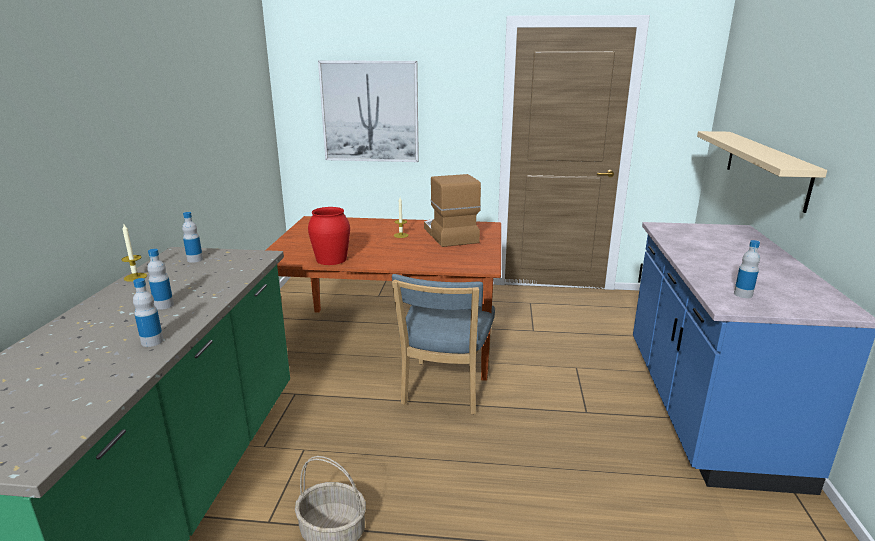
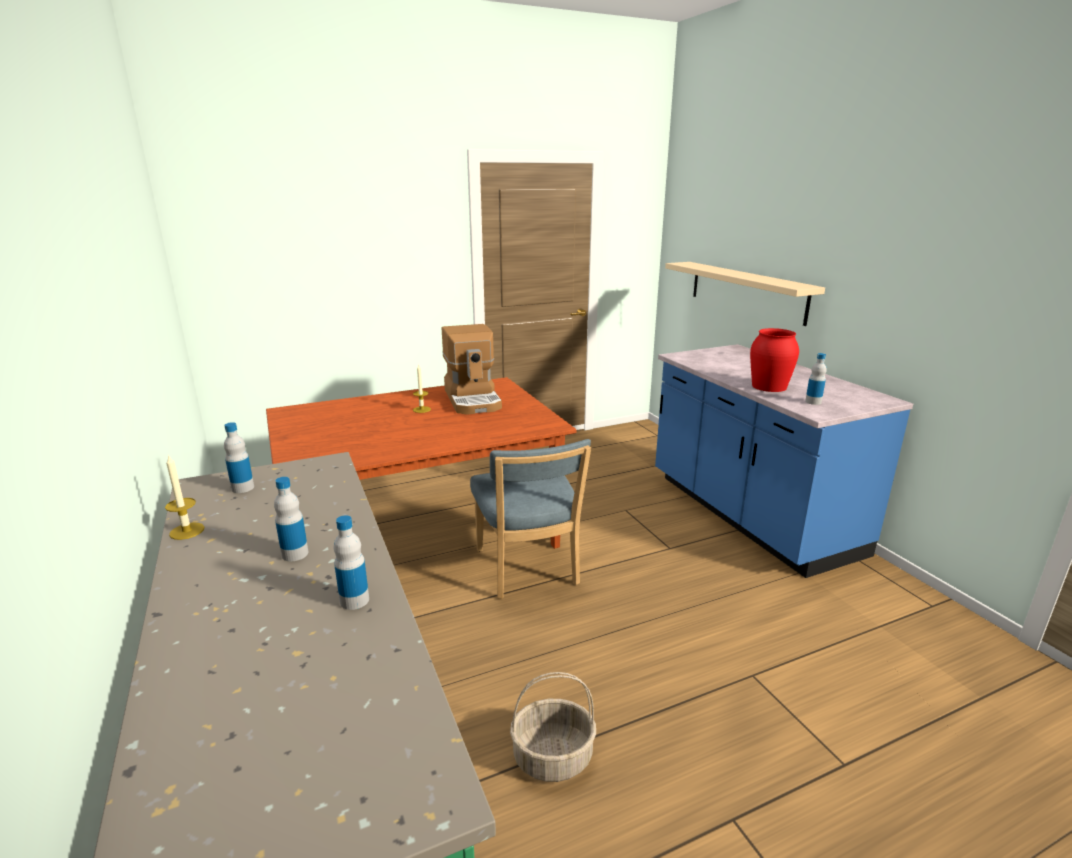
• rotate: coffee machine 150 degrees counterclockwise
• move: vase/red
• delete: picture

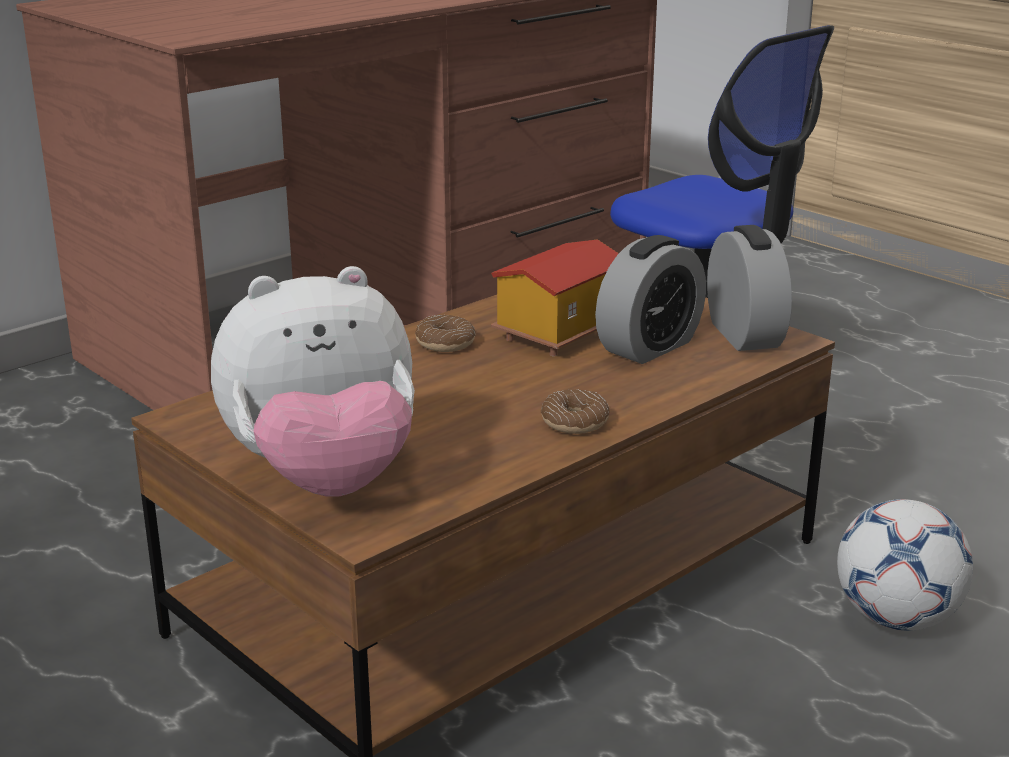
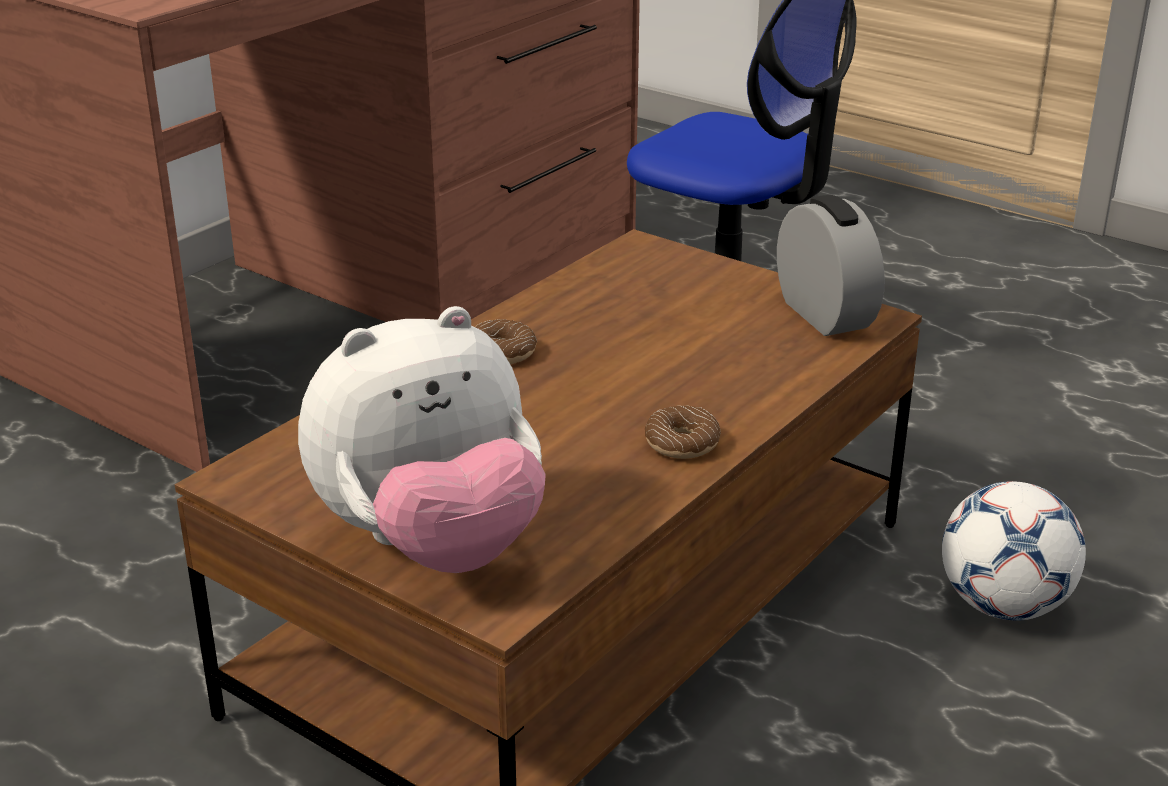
• delete: toy house
• delete: alarm clock (1st from left)

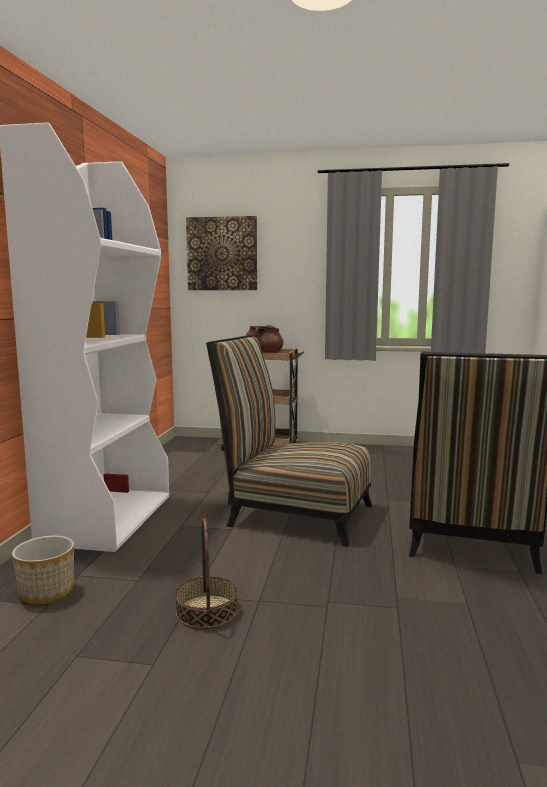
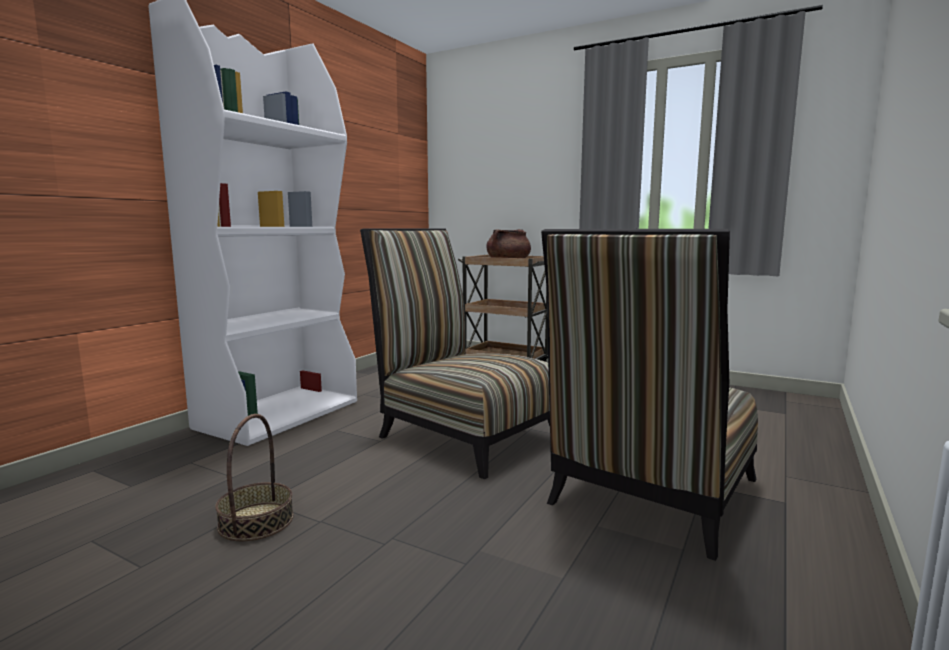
• delete: planter
• delete: picture

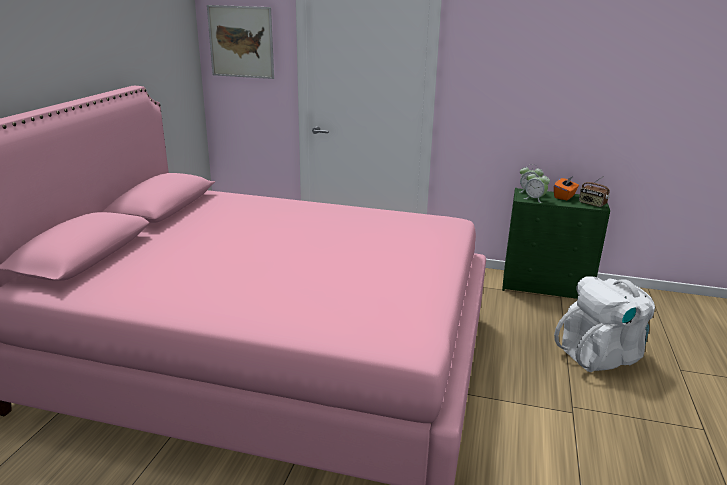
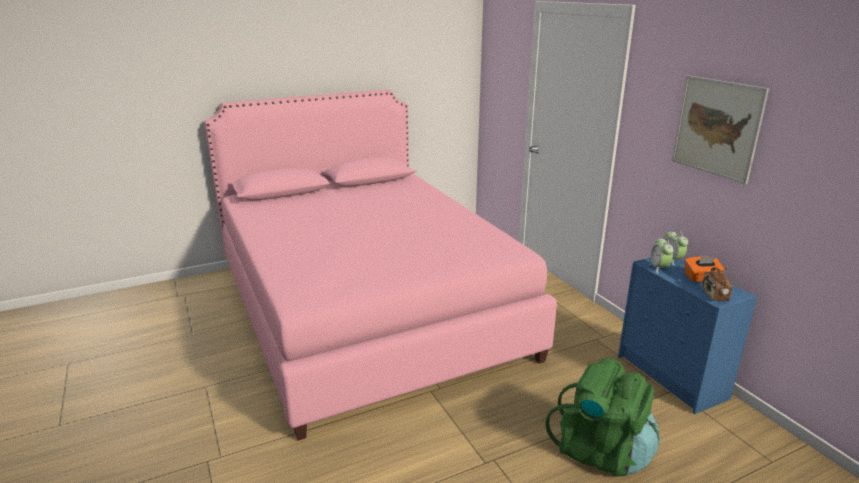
• recolor: backpack/white to backpack/green
• recolor: dresser/green to dresser/blue
• move: picture

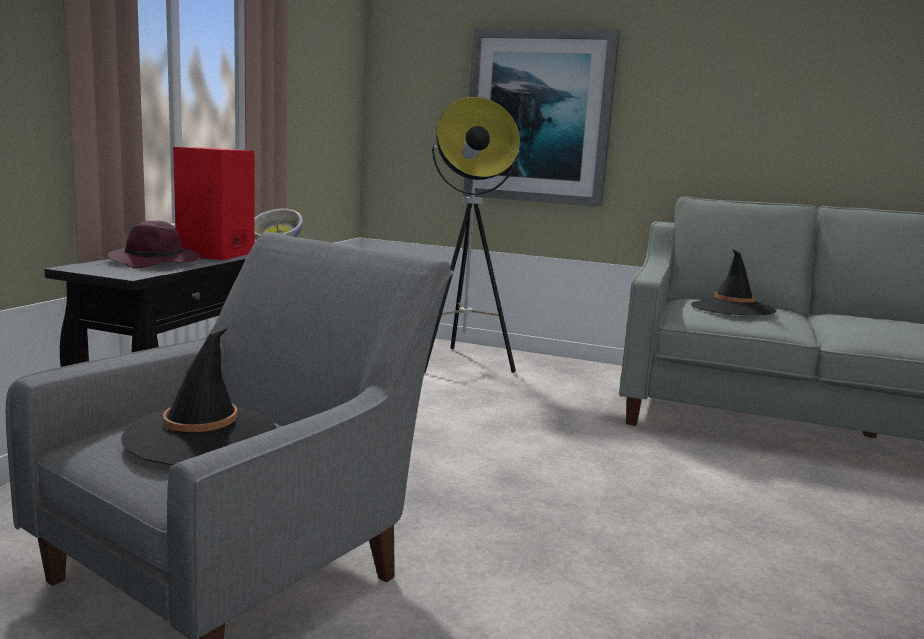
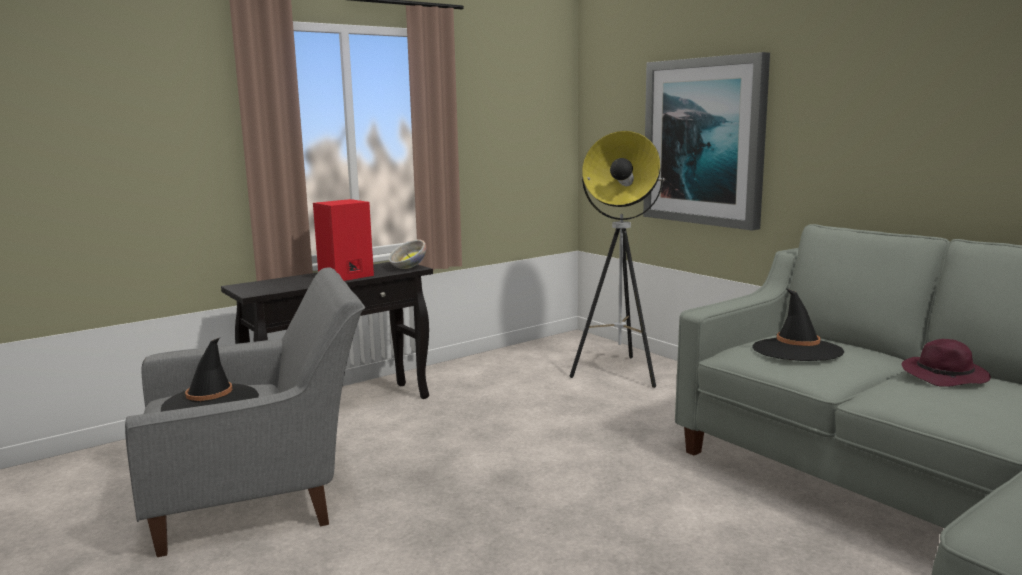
• move: hat/purple

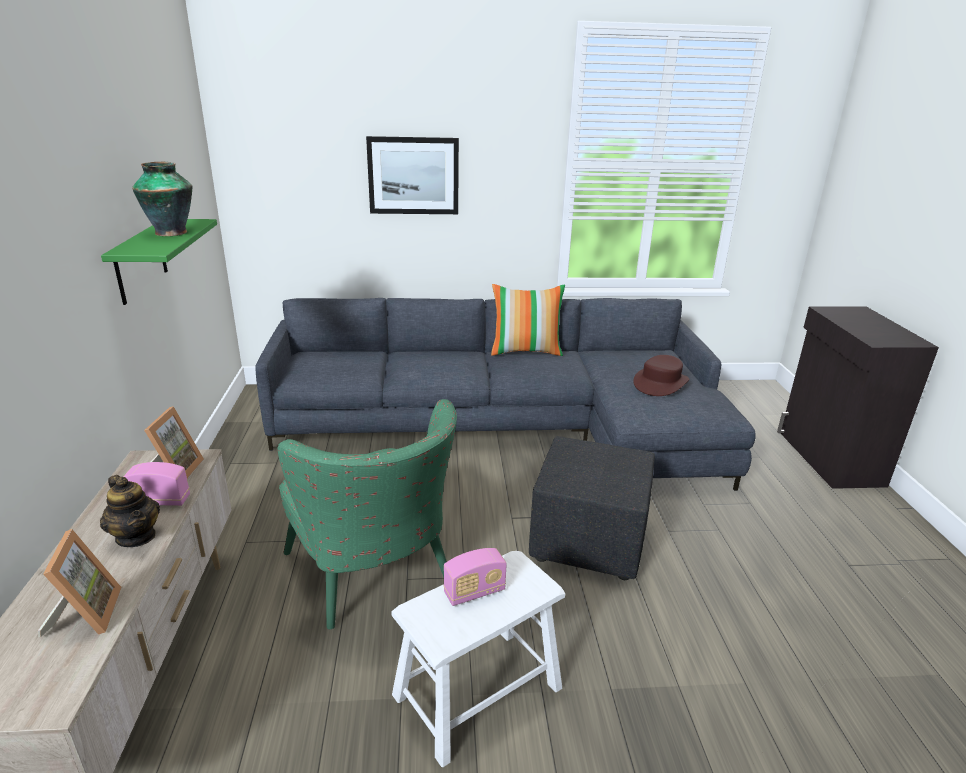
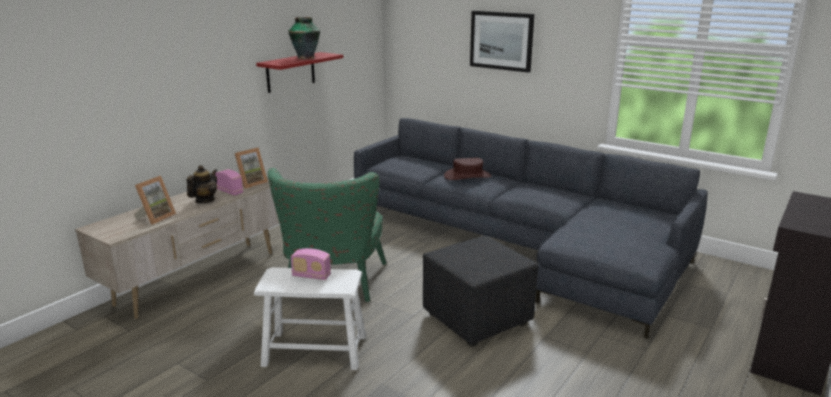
• rotate: teapot 150 degrees counterclockwise
• recolor: shelf/green to shelf/red
• move: hat/brown
• delete: pillow

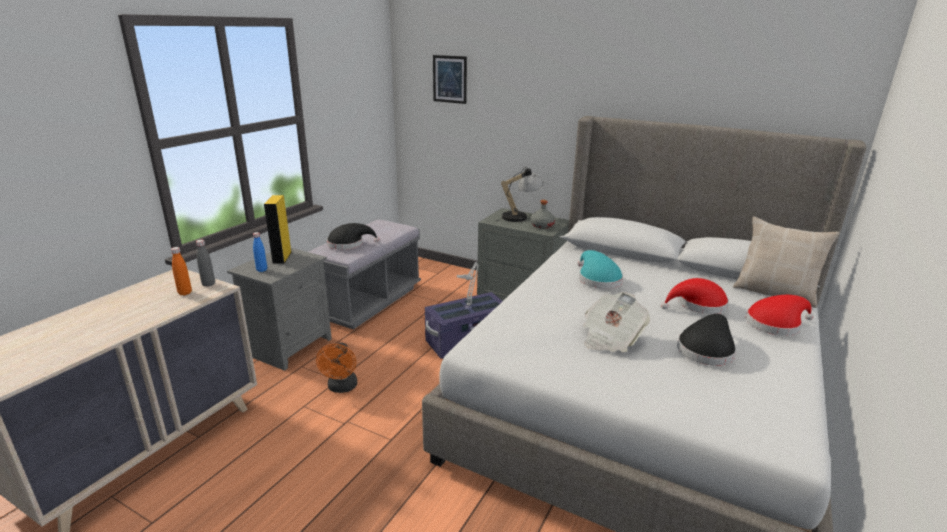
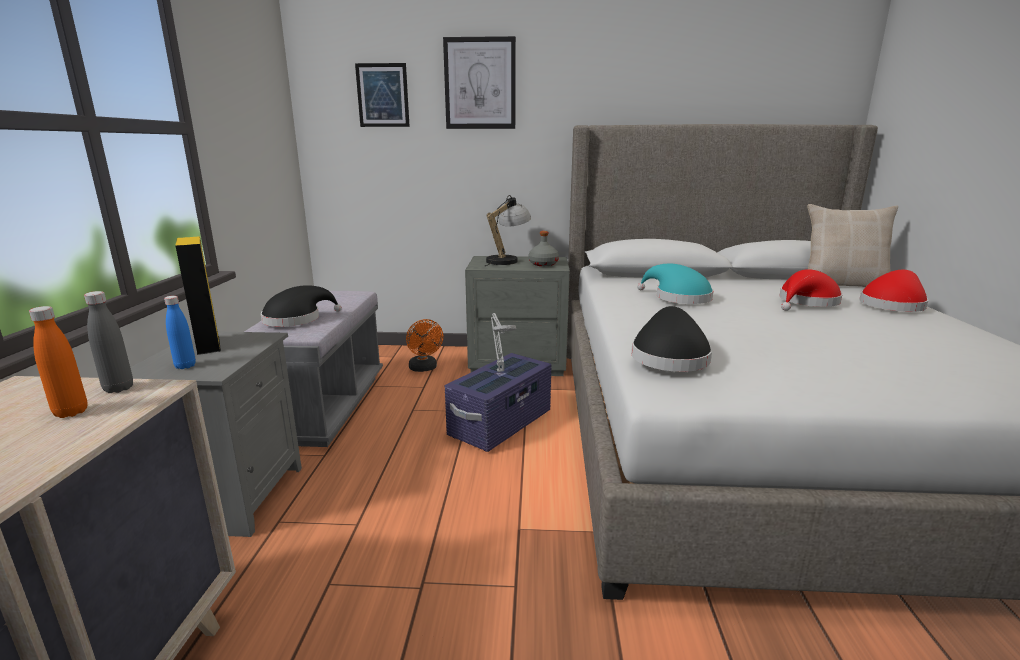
• move: fan/orange
• insert: picture (2nd from left)
• move: hat/black (2nd from left)
• delete: newspaper

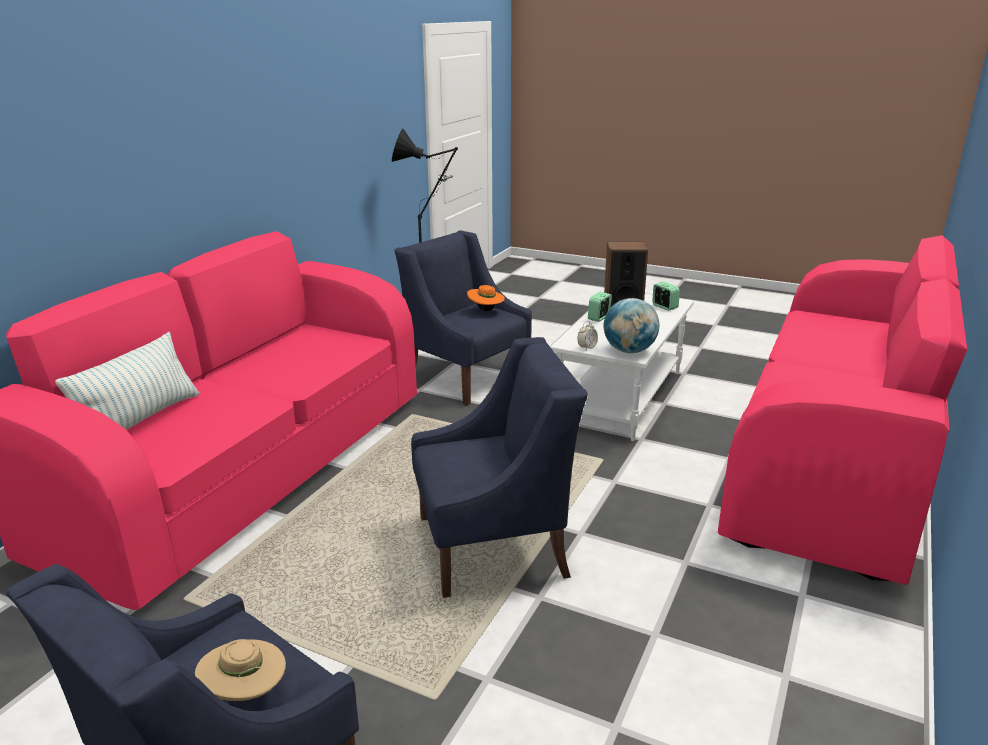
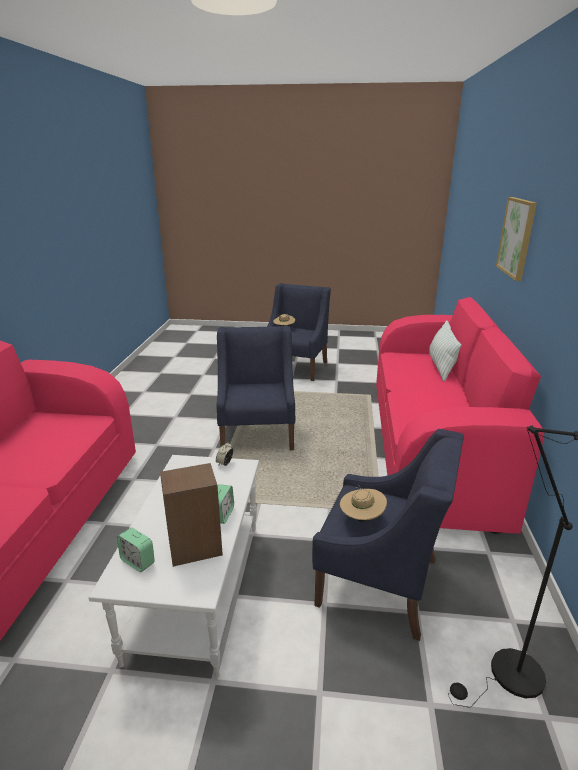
• rotate: armchair/blue (3rd from left in the first image) 120 degrees clockwise
• recolor: hat/orange to hat/beige (2nd from left)
• insert: picture
• delete: globe

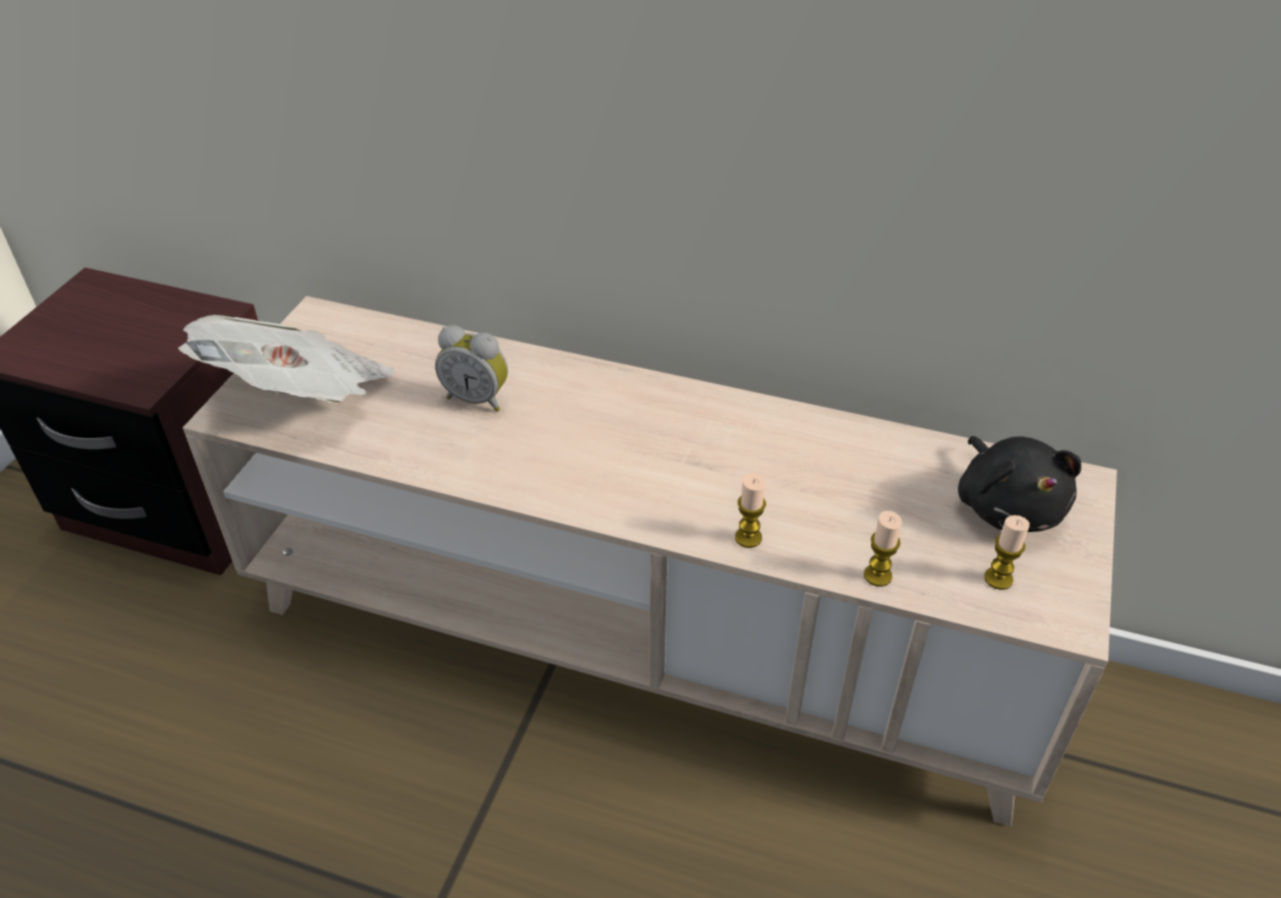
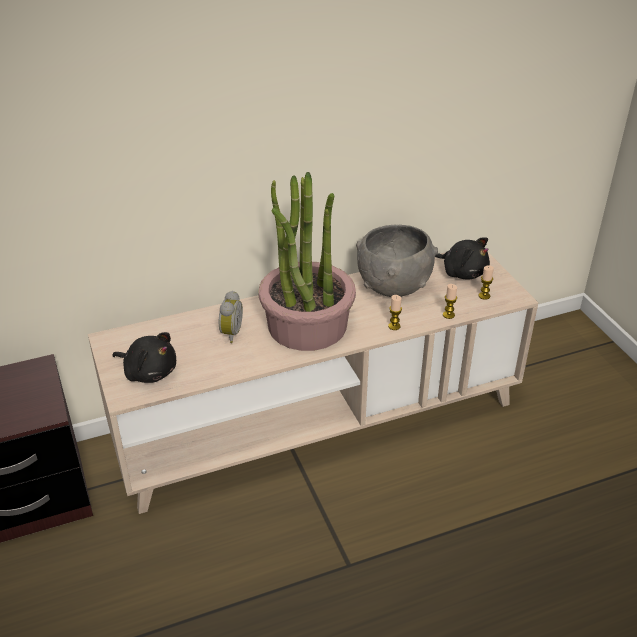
• replace: newspaper to plush toy/black (1st from left)
• rotate: alarm clock 60 degrees counterclockwise
• insert: potted plant
• insert: bowl/grey

